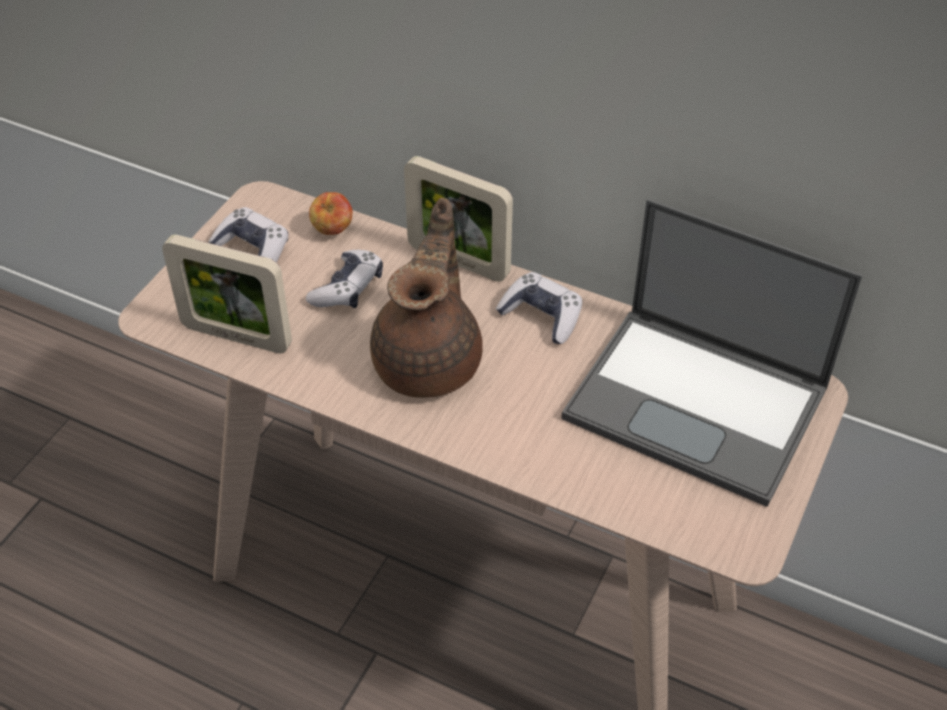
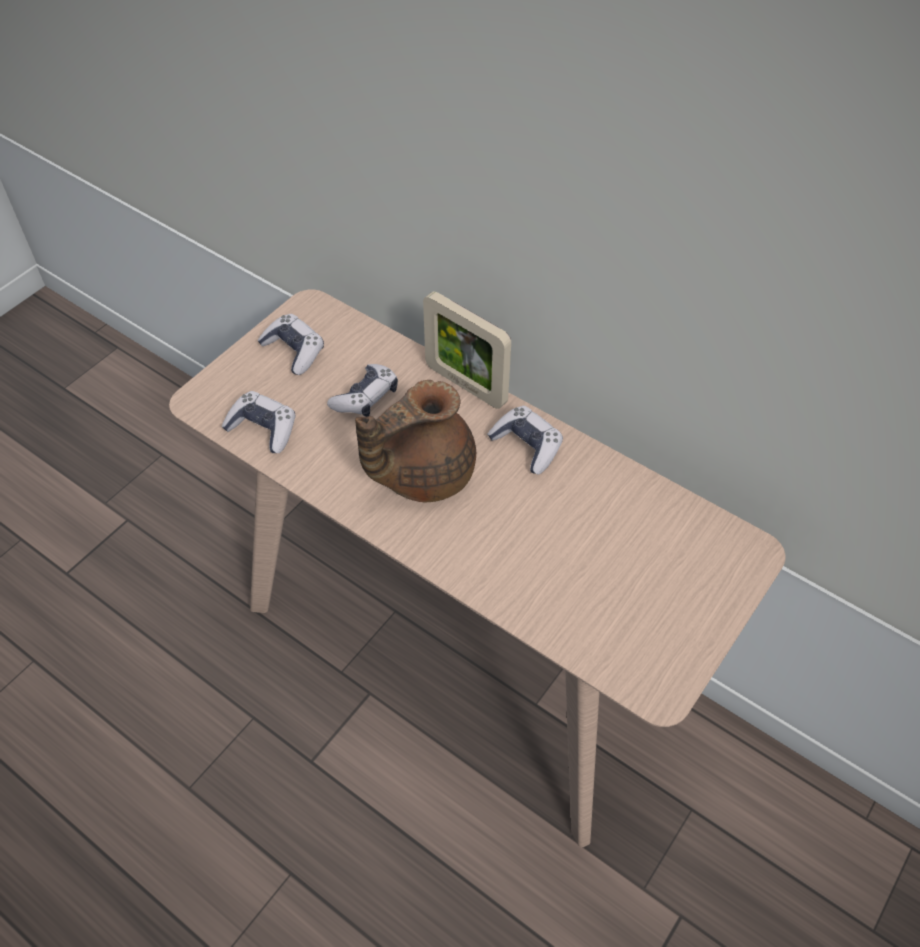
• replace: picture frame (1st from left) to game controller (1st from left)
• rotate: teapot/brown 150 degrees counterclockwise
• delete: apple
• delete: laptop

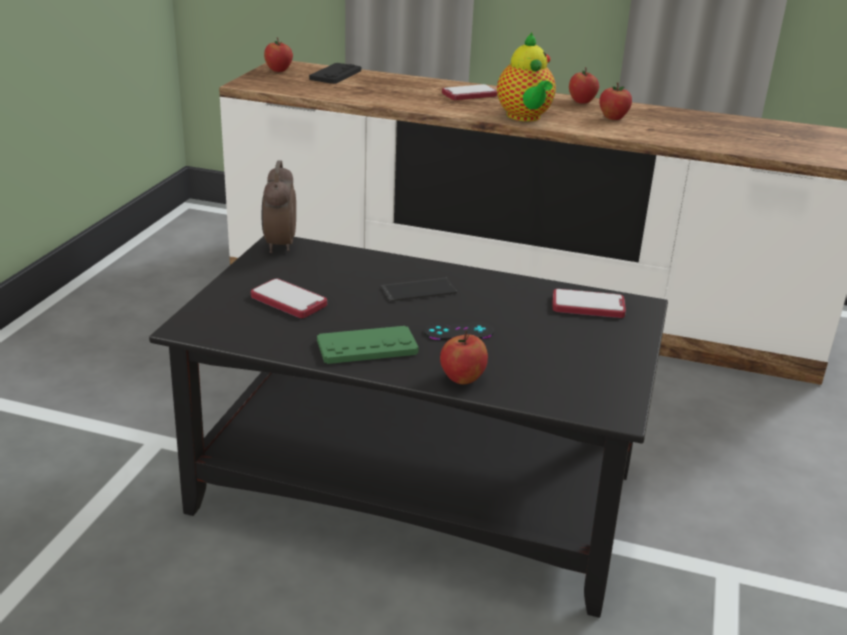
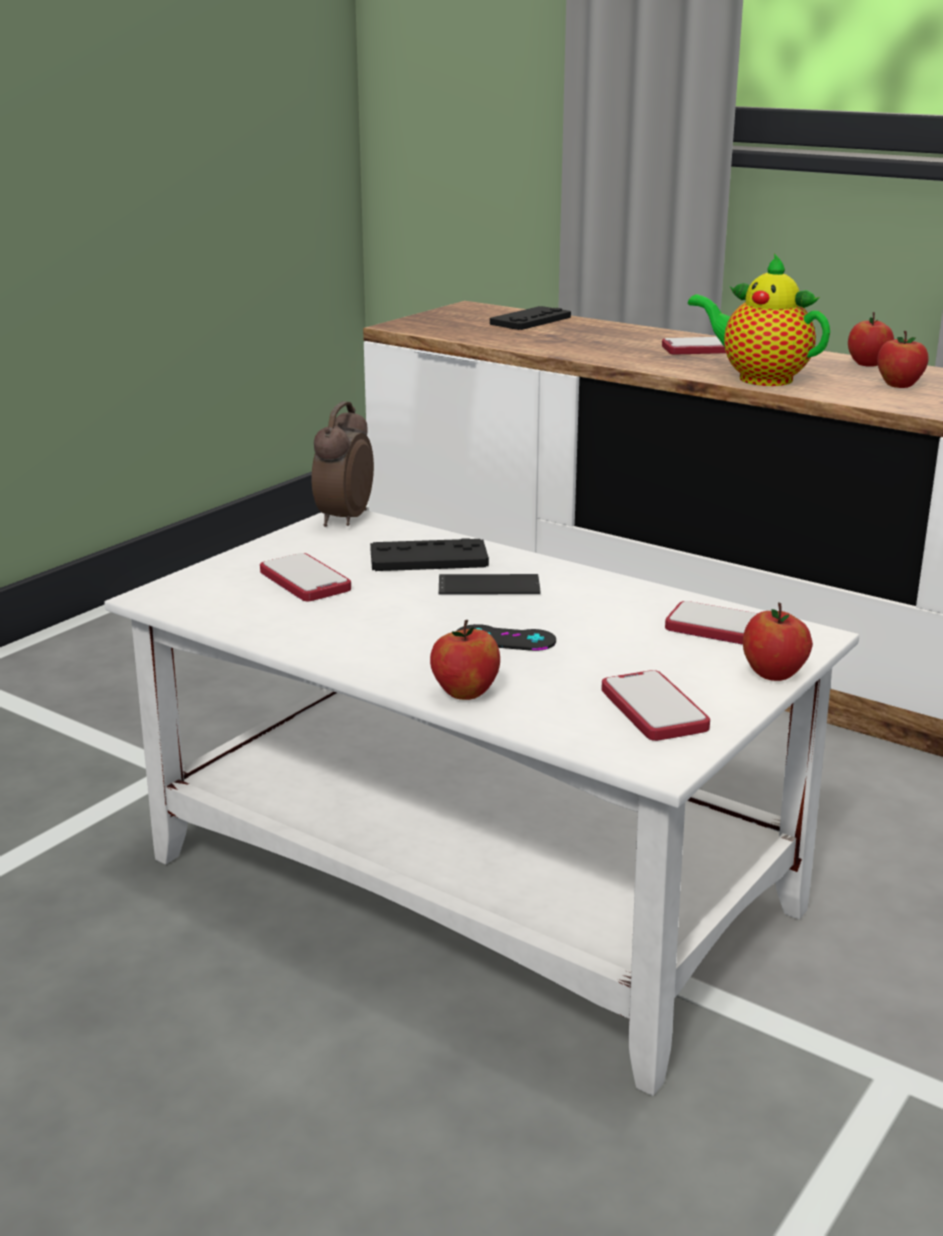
• recolor: coffee table/black to coffee table/white
• insert: game controller/black (1st from left)
• insert: phone (3rd from left)
• rotate: teapot 120 degrees clockwise
• move: apple (1st from left in the first image) to apple (2nd from left)
• delete: game controller/green

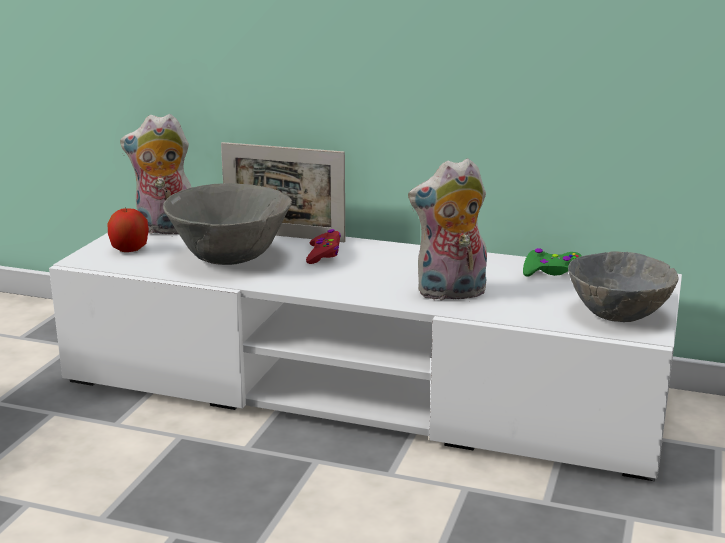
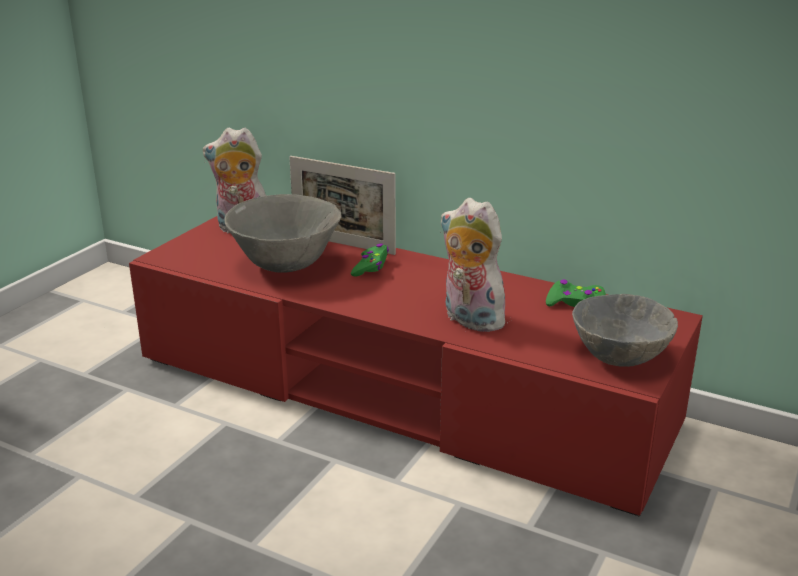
• recolor: tv stand/white to tv stand/red
• recolor: game controller/red to game controller/green (1st from left)
• rotate: plush toy (2nd from left) 45 degrees clockwise
• delete: apple

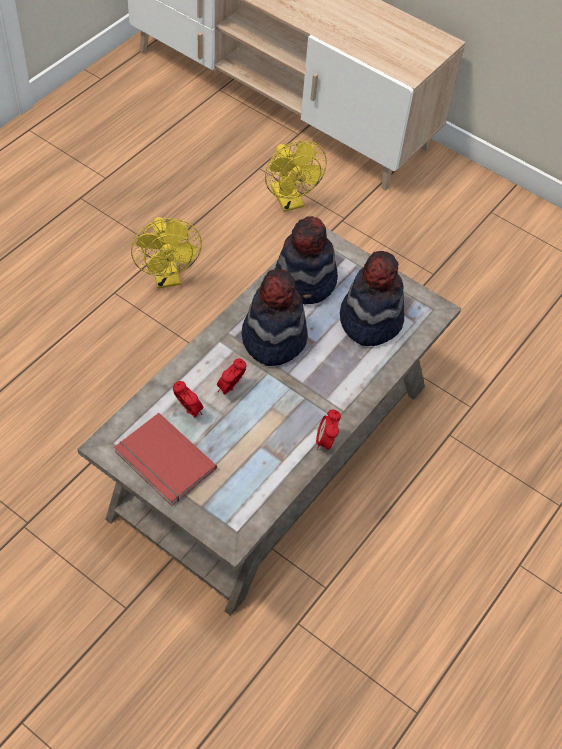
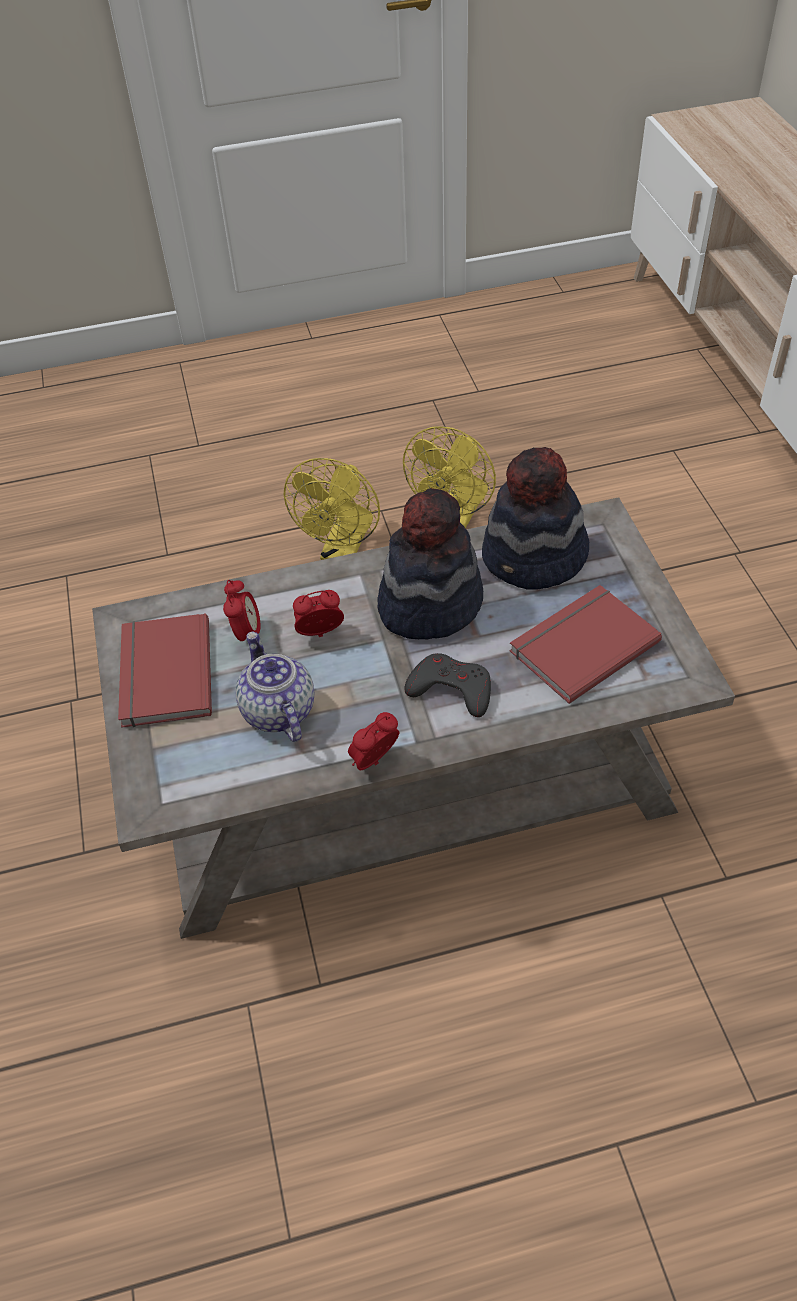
• insert: teapot
• move: fan/yellow (2nd from left in the first image) to fan/yellow (1st from left)
• insert: game controller/grey
• replace: hat (3rd from left) to book/red (2nd from left)

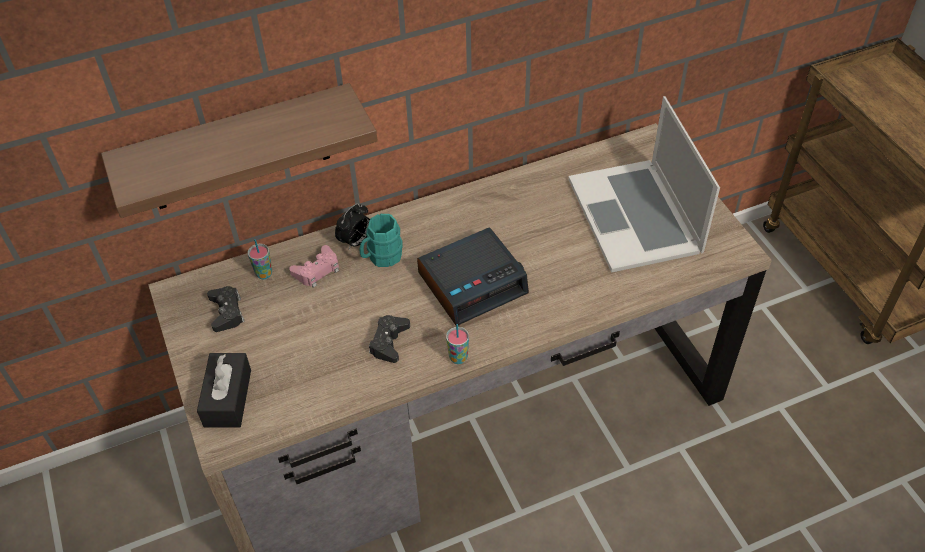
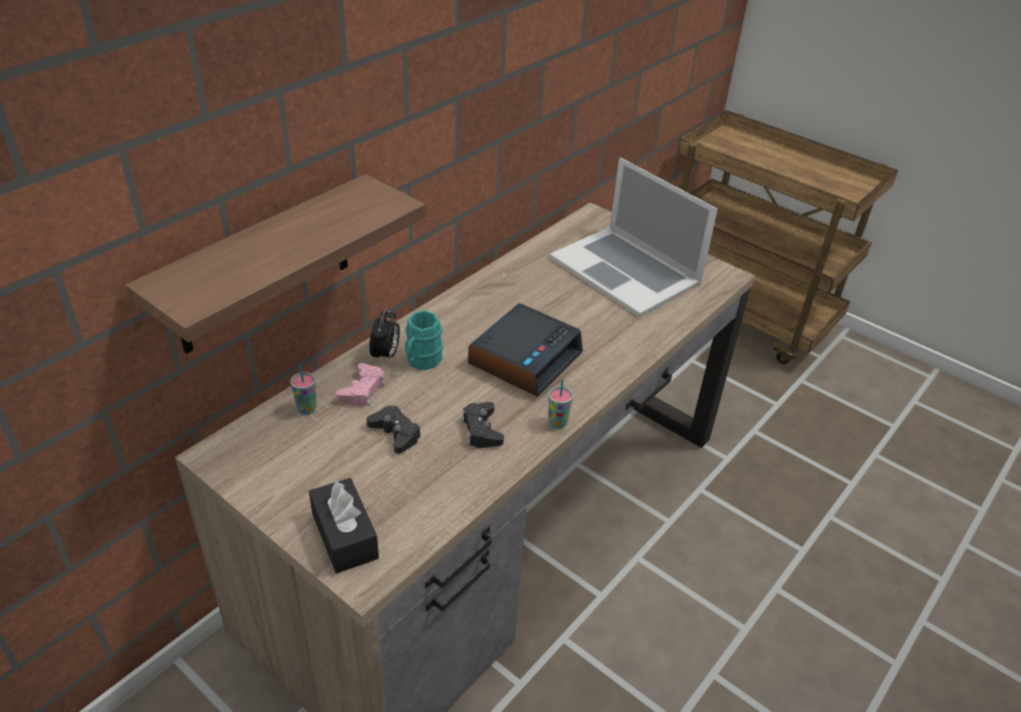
• move: game controller/black (1st from left)

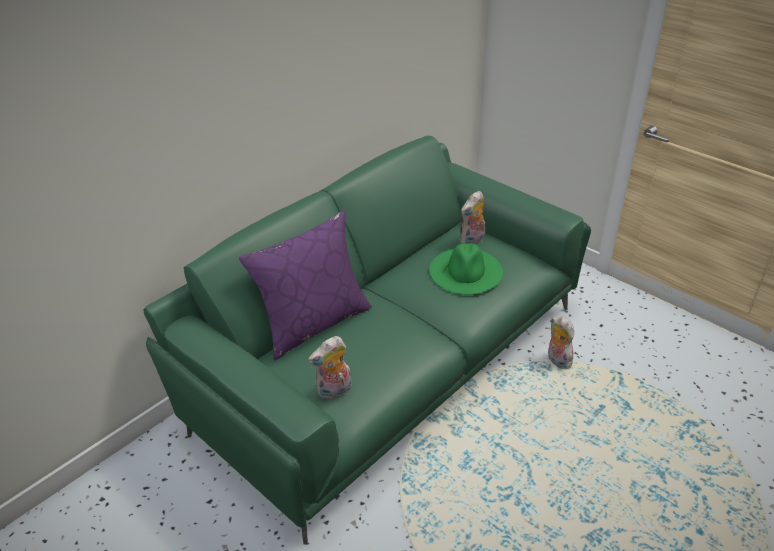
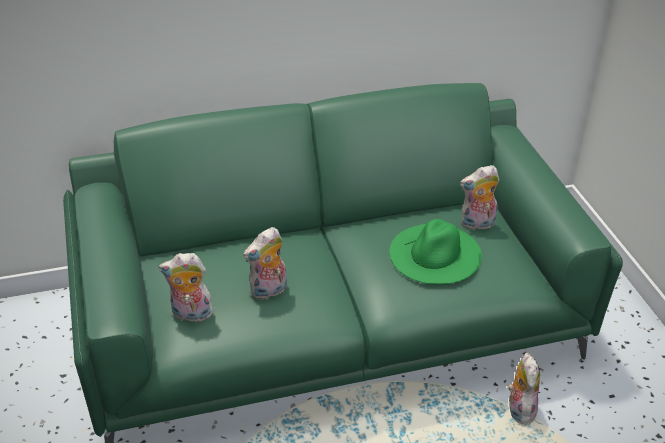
• insert: plush toy (2nd from left)
• delete: pillow/purple

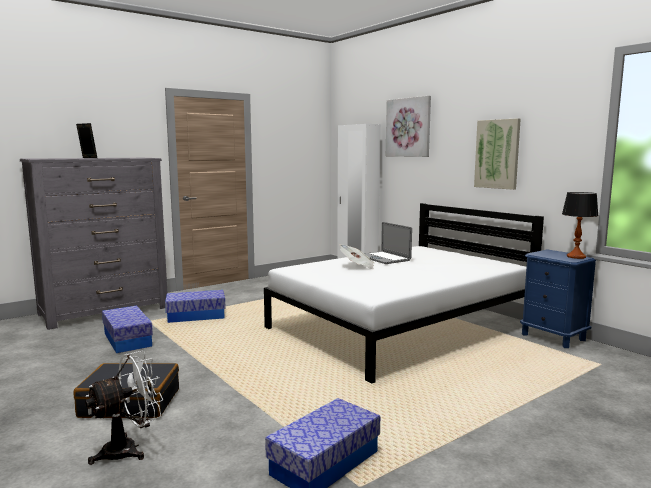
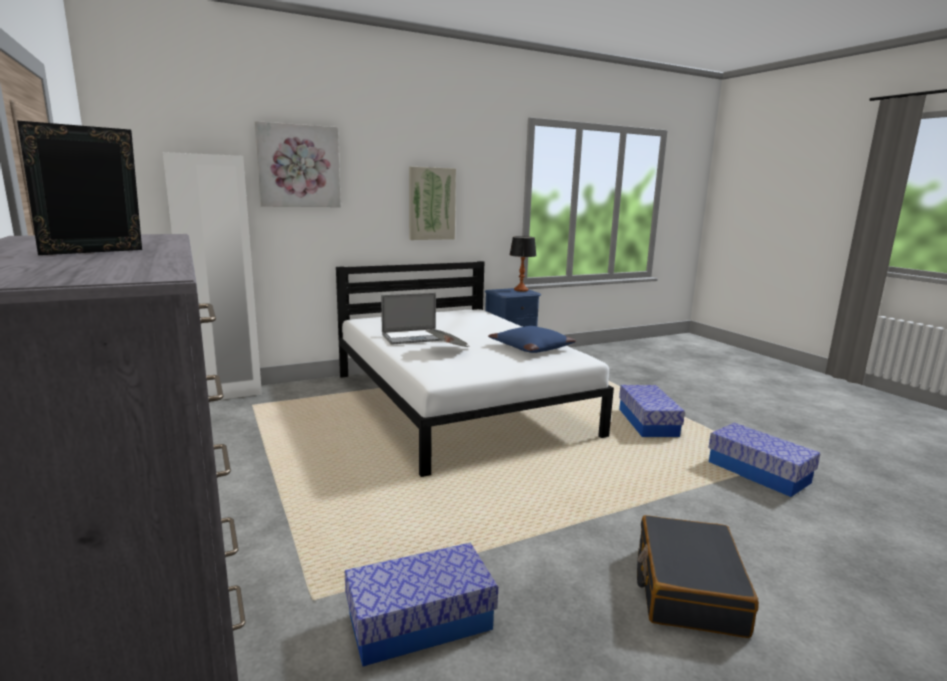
• insert: pillow/blue
• move: storage box (2nd from left)
• delete: fan/white

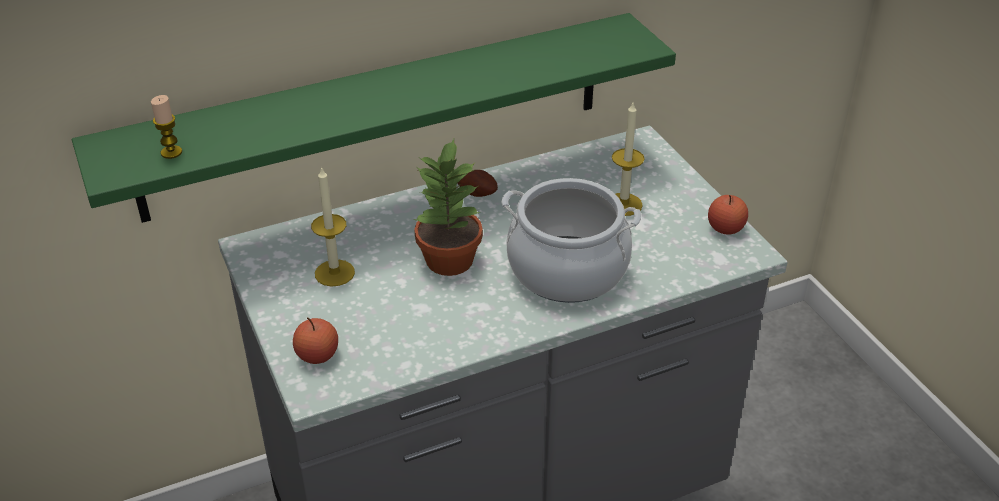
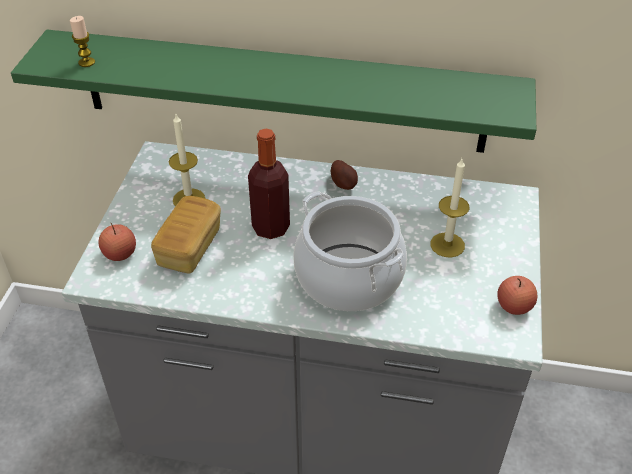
• insert: bread
• replace: potted plant to bottle

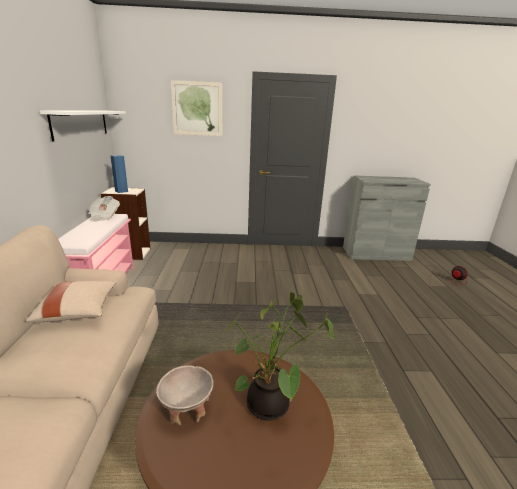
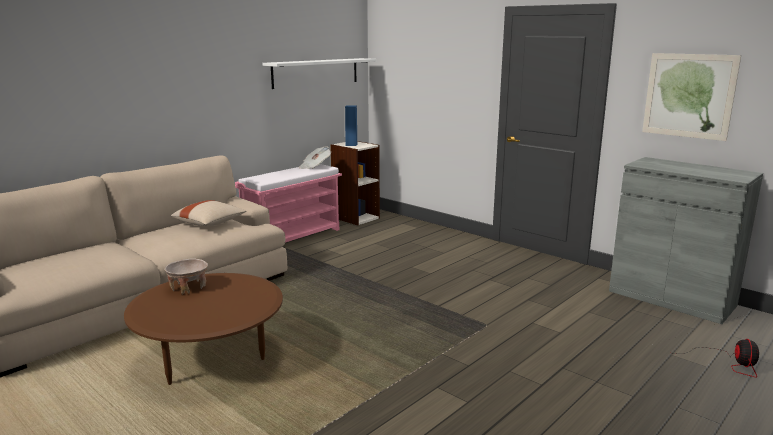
• move: picture
• delete: potted plant

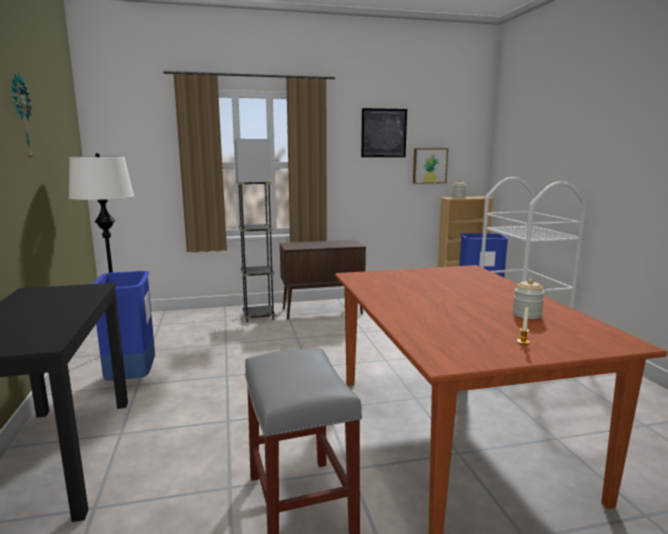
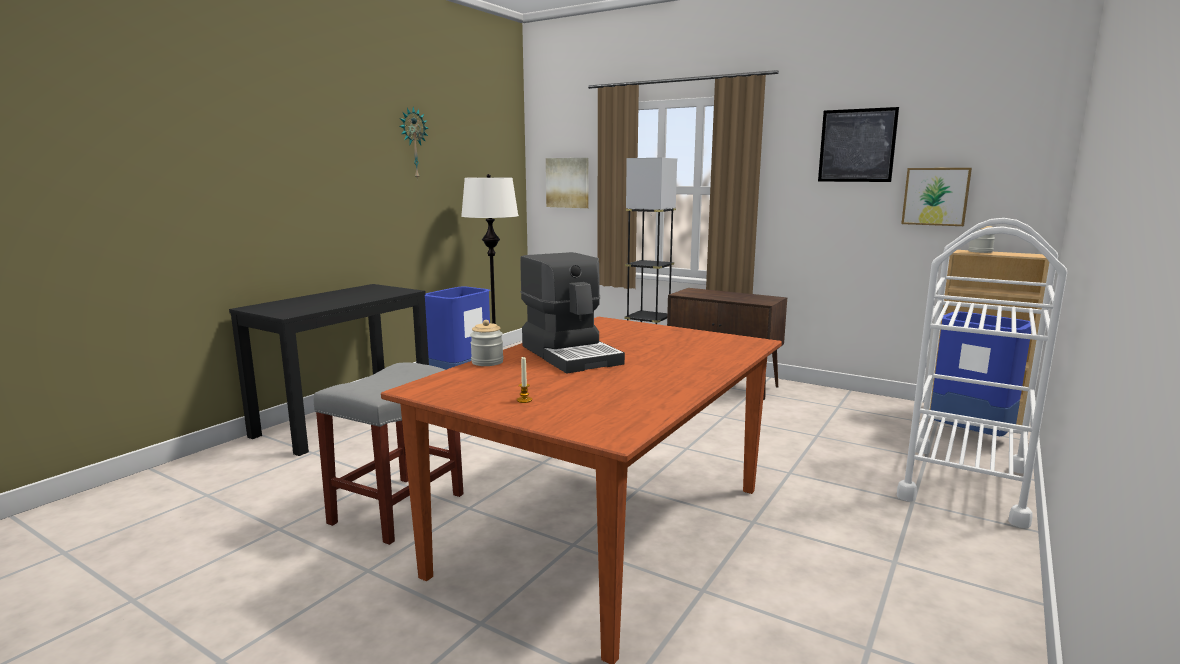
• move: jar (2nd from left in the first image) to jar (1st from left)
• insert: coffee machine
• insert: picture (1st from left)

